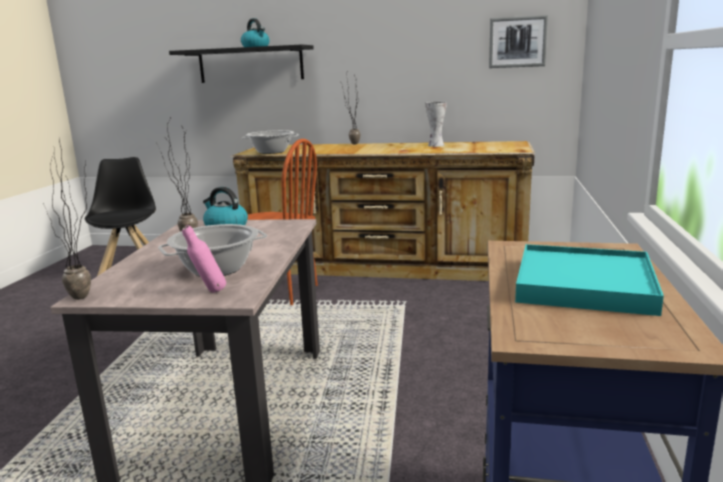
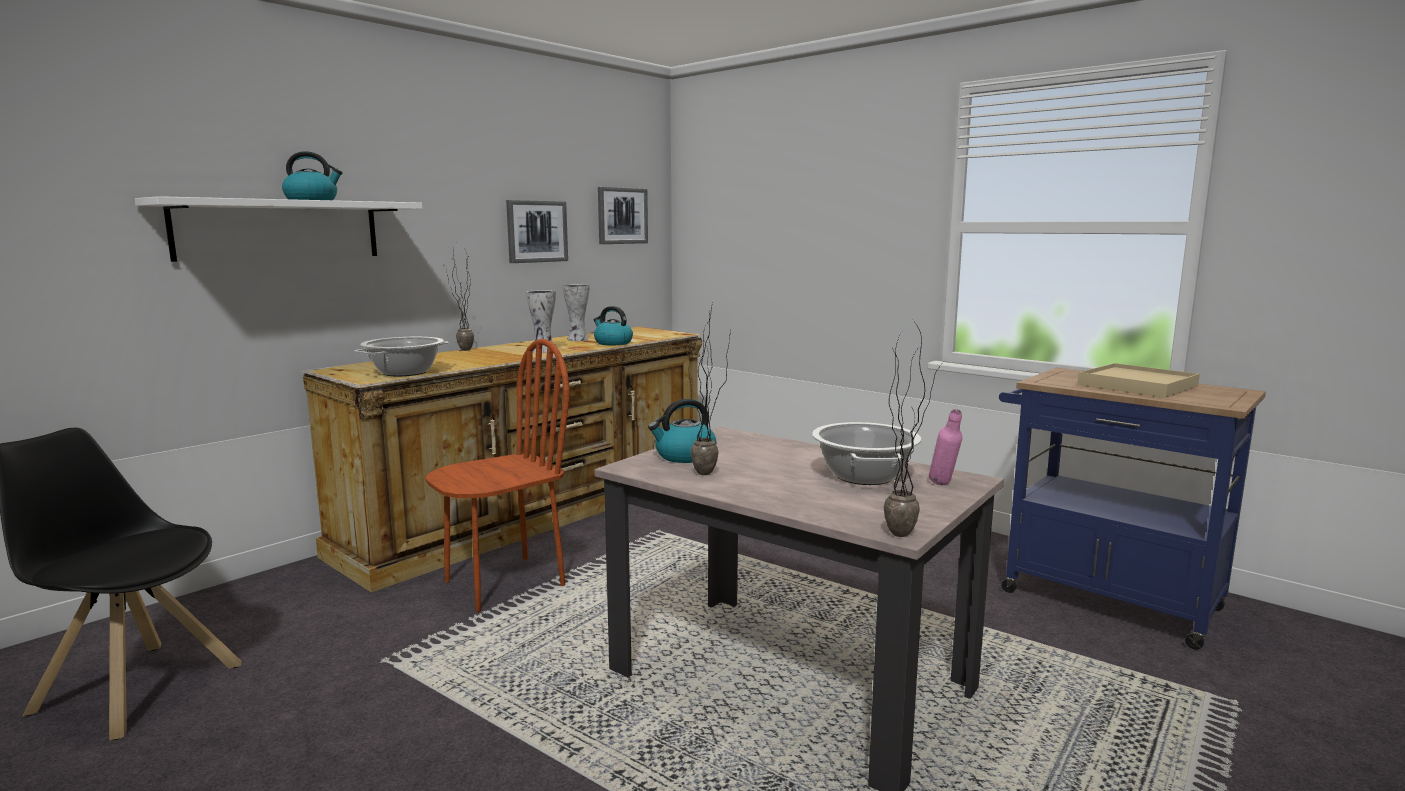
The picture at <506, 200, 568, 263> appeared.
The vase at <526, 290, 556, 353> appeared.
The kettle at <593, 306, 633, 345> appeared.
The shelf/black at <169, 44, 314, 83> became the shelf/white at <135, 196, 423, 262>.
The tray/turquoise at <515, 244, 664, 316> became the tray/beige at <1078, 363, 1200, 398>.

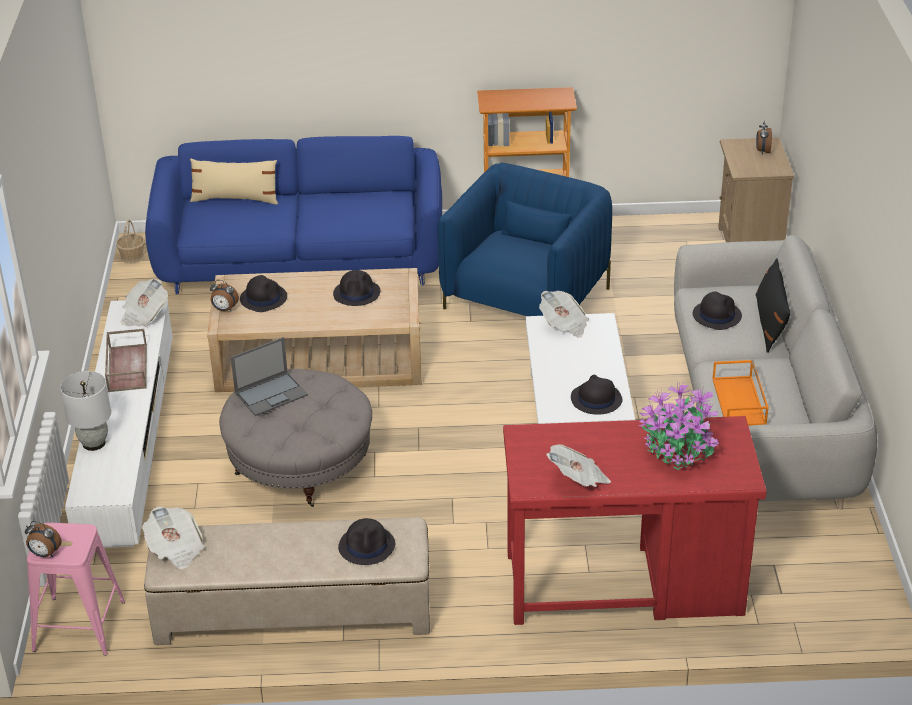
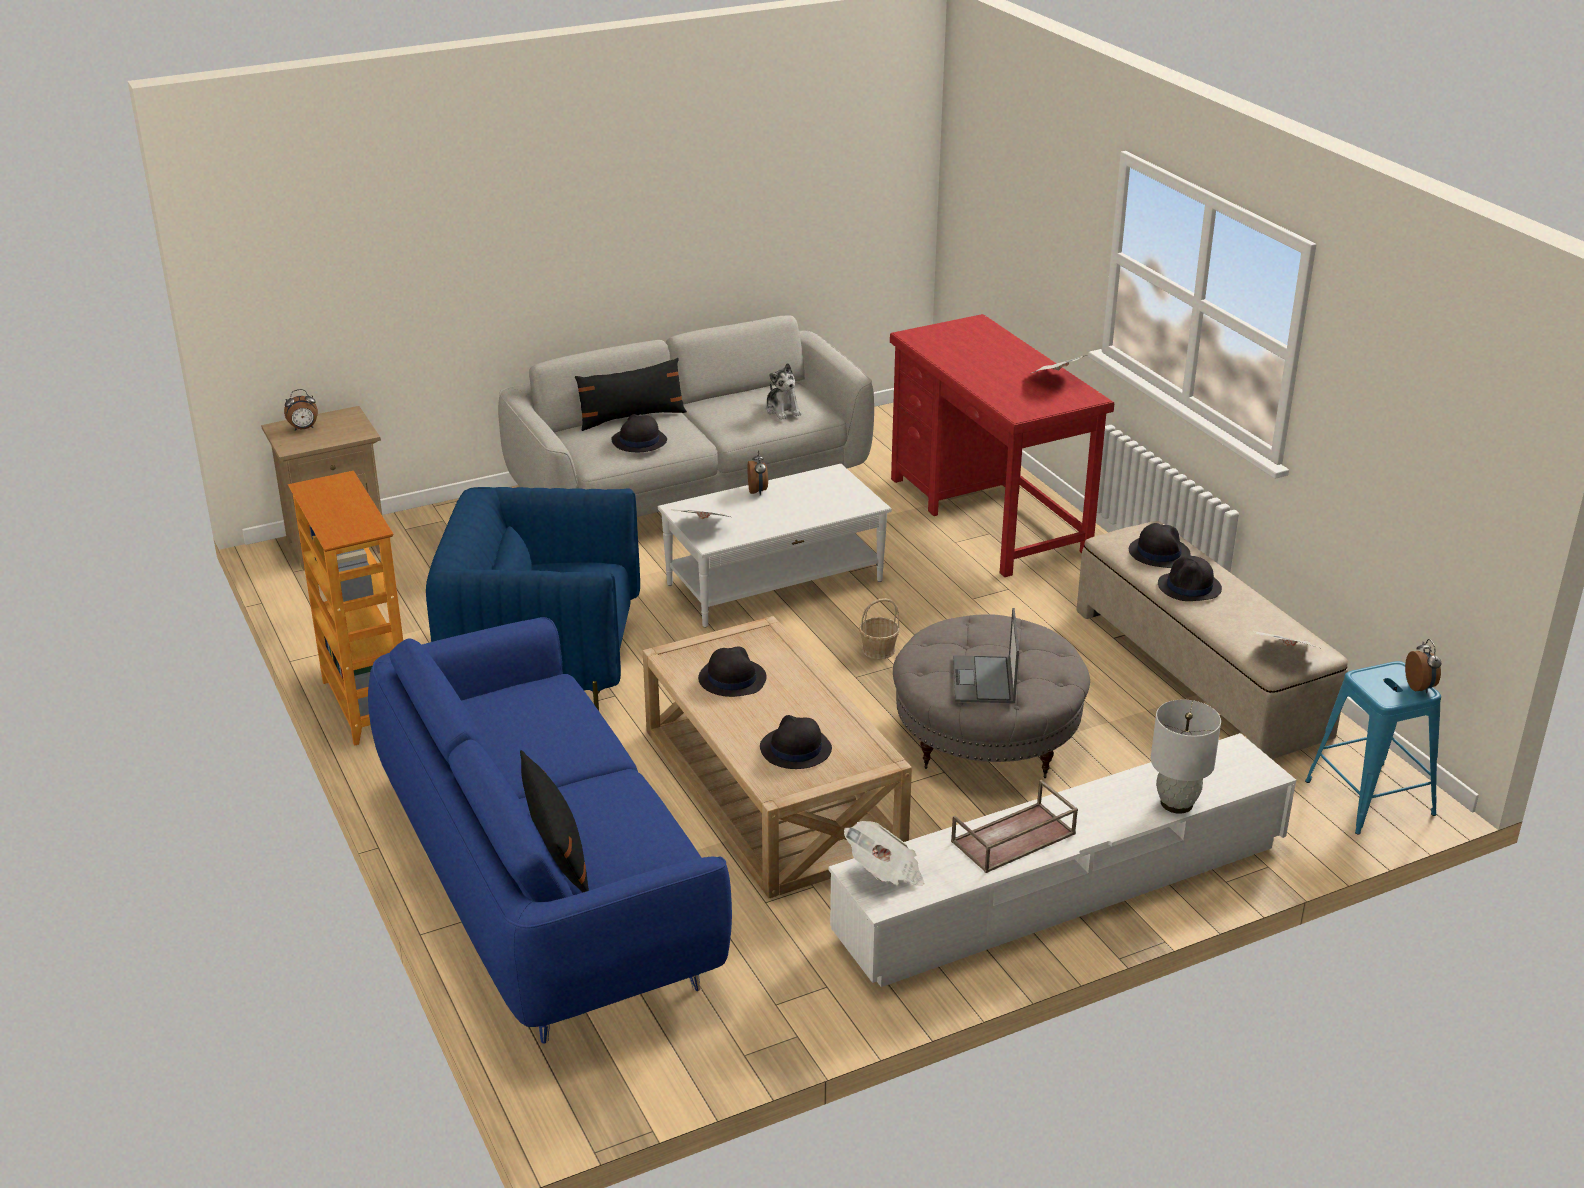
The potted plant at <638, 384, 719, 470> disappeared.
The basket moved from <116, 220, 145, 264> to <859, 598, 900, 659>.
The alarm clock moved from <210, 280, 239, 311> to <747, 450, 768, 496>.
The hat/black moved from <571, 375, 623, 415> to <1158, 556, 1222, 601>.
The tray/orange at <712, 360, 769, 426> was replaced by the plush toy at <765, 363, 802, 420>.
The stool/pink at <27, 523, 125, 656> became the stool/blue at <1305, 661, 1441, 835>.
The pillow/beige at <190, 159, 278, 205> became the pillow/black at <520, 750, 589, 893>.
The laptop at <231, 337, 308, 416> turned 120 degrees counterclockwise.

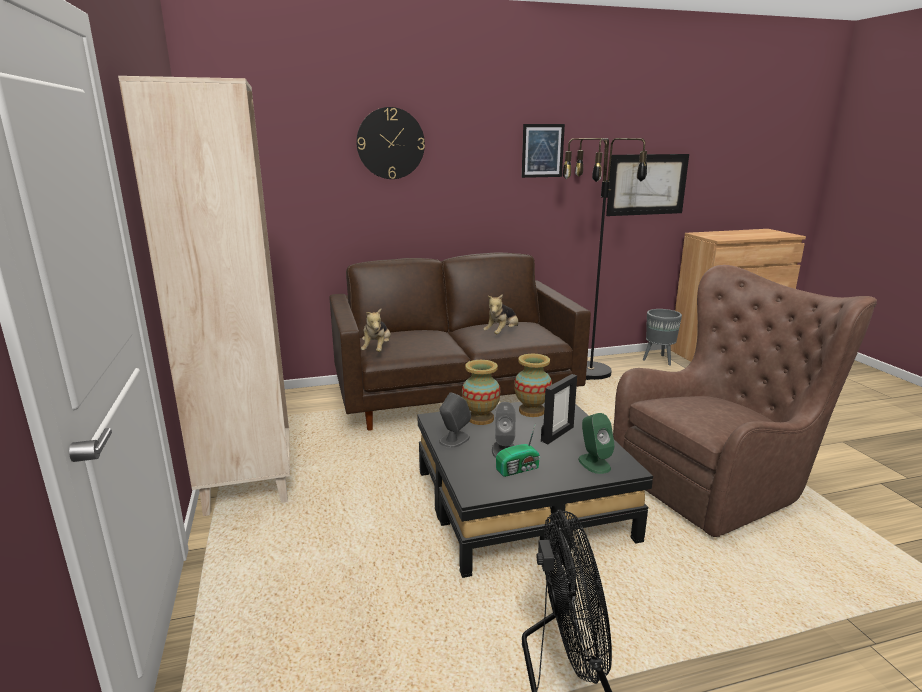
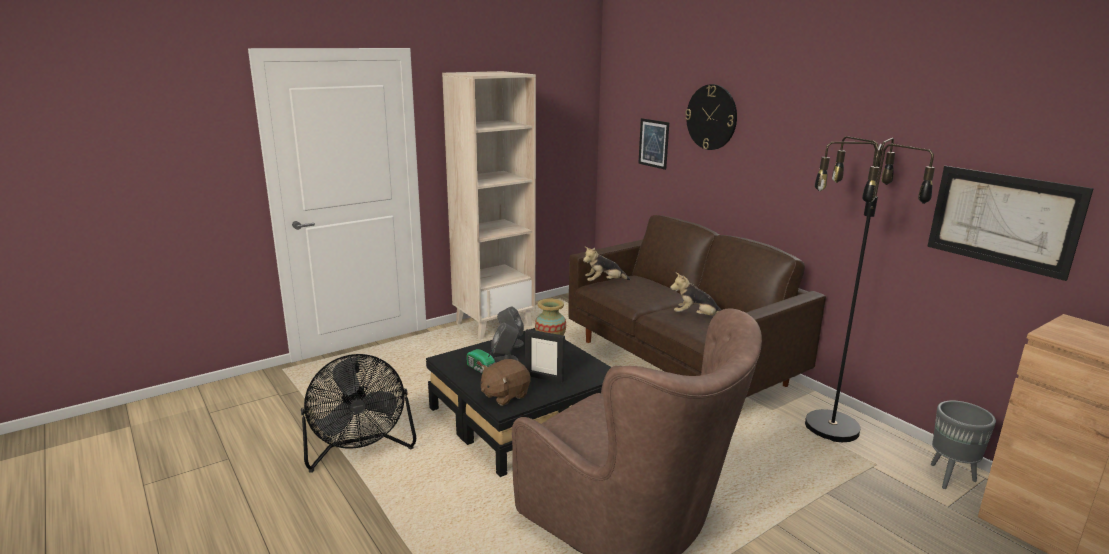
The vase at <514, 354, 552, 417> disappeared.
The picture moved from <522, 124, 565, 178> to <638, 118, 669, 170>.
The speaker/green at <578, 413, 615, 474> was replaced by the plush toy/brown at <481, 359, 531, 406>.

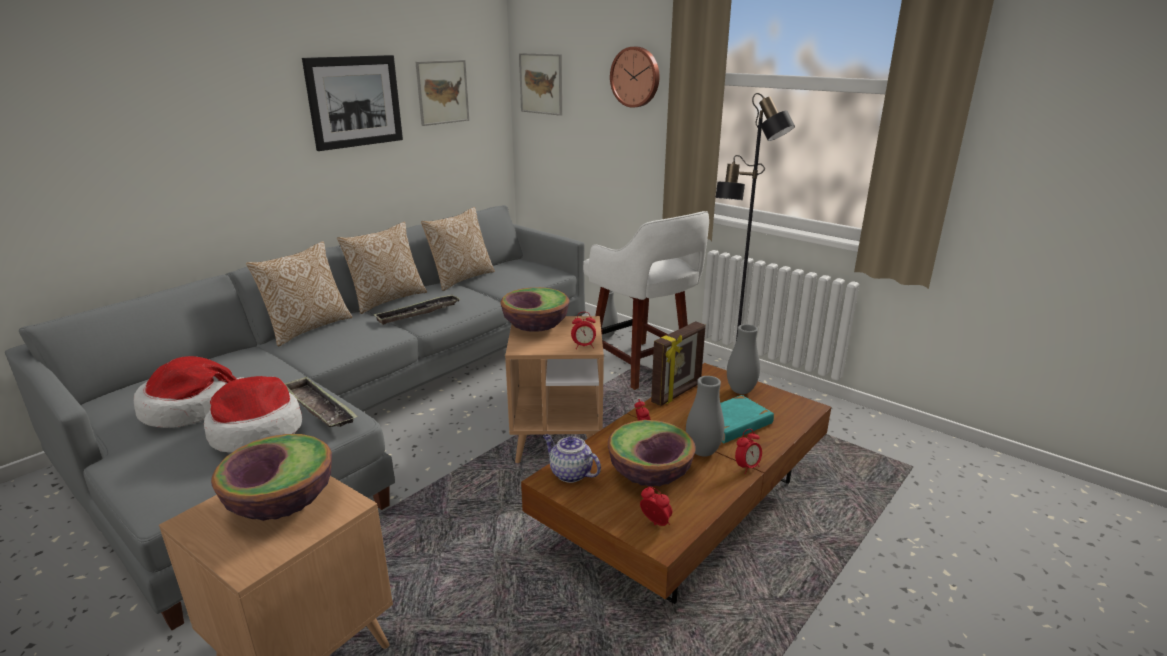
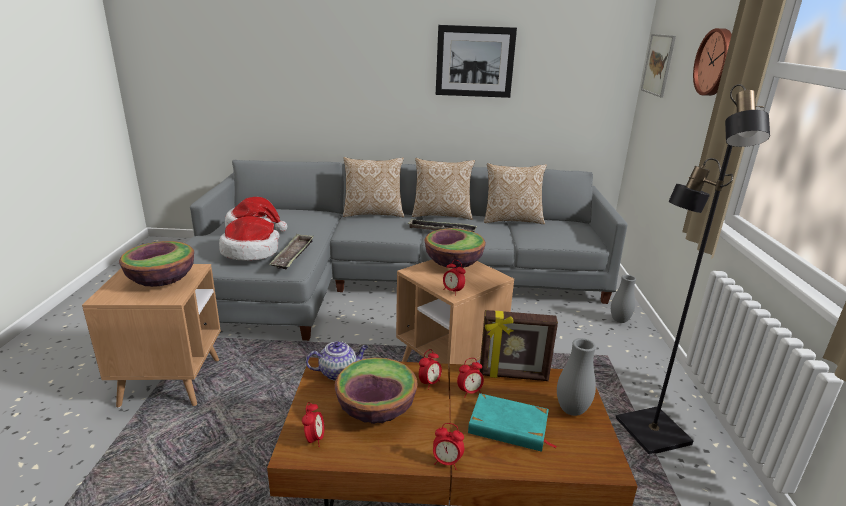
The picture at <415, 60, 469, 126> disappeared.
The stool/white at <583, 211, 709, 390> disappeared.
The vase/grey at <686, 376, 724, 457> disappeared.
The alarm clock at <457, 358, 484, 398> appeared.
The teapot at <543, 434, 601, 483> turned 75 degrees clockwise.

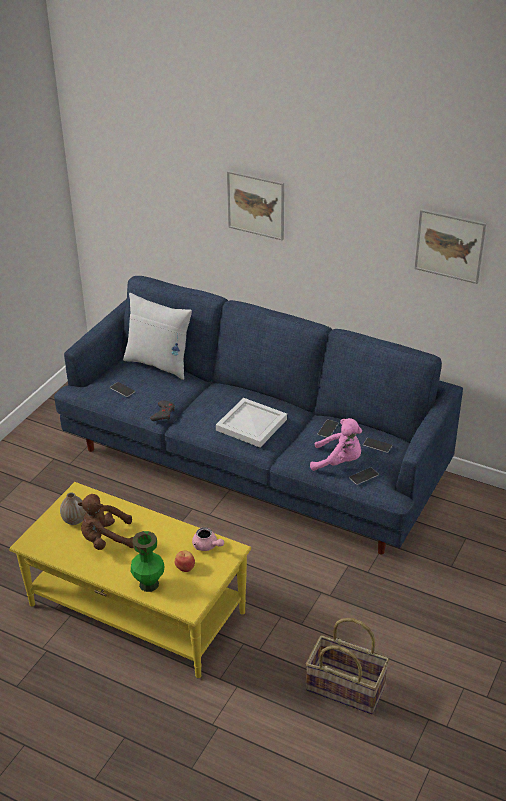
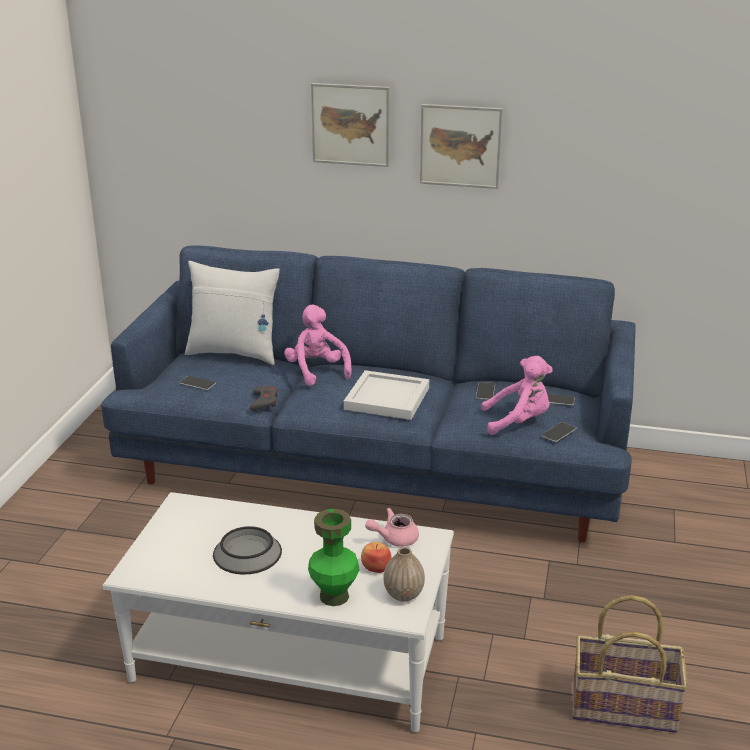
The plush toy/pink at <284, 305, 352, 386> appeared.
The vase moved from <60, 492, 86, 525> to <384, 547, 425, 602>.
The picture moved from <414, 209, 486, 284> to <420, 104, 503, 189>.
The plush toy/brown at <78, 494, 133, 550> was replaced by the bowl at <213, 526, 282, 575>.
The coffee table/yellow at <9, 482, 251, 679> became the coffee table/white at <103, 492, 454, 733>.
The teapot/pink at <192, 527, 224, 551> turned 135 degrees clockwise.

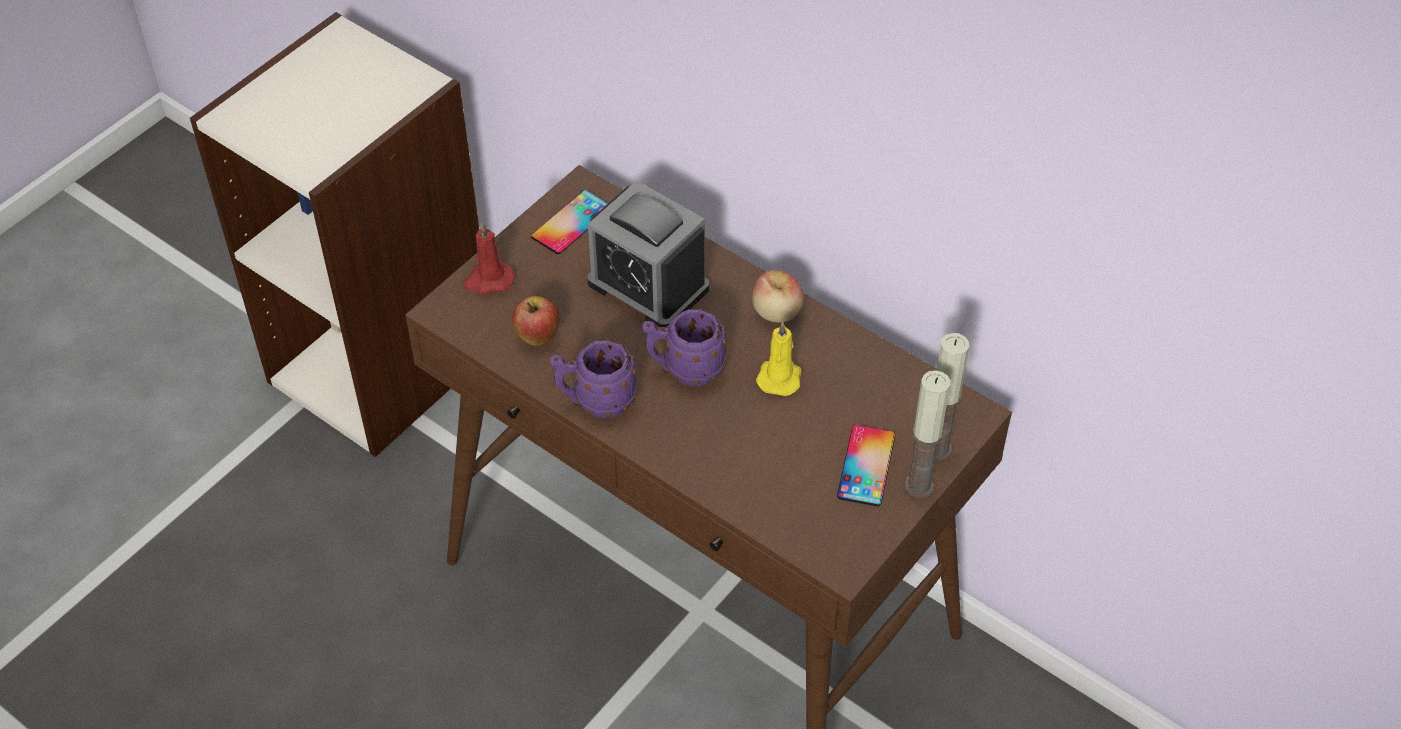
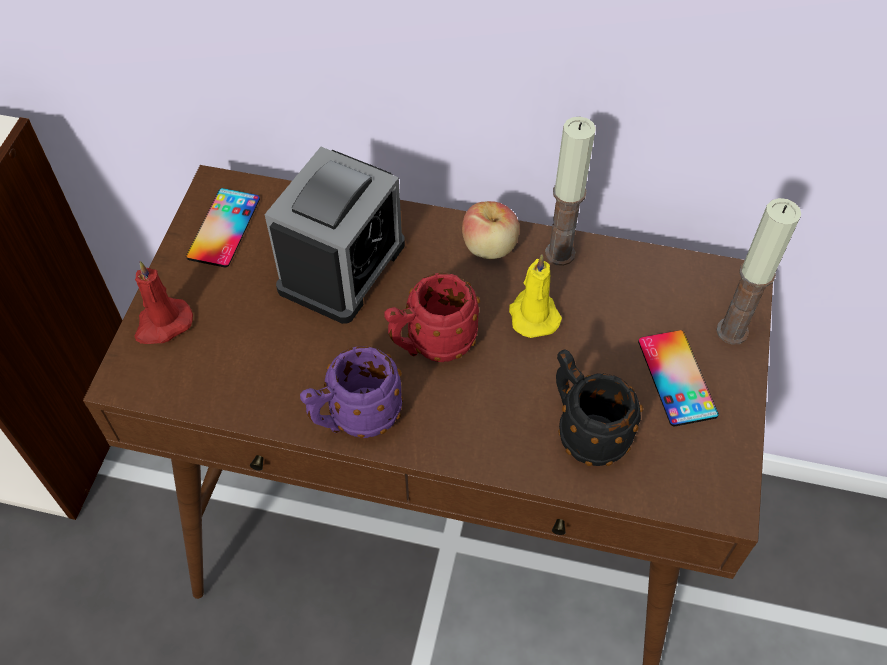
The apple at <512, 295, 560, 346> disappeared.
The mug/black at <556, 349, 643, 466> appeared.
The candle moved from <905, 370, 950, 498> to <545, 117, 596, 266>.
The mug/purple at <642, 309, 727, 387> became the mug/red at <384, 273, 480, 362>.
The alarm clock at <587, 181, 709, 327> turned 75 degrees counterclockwise.

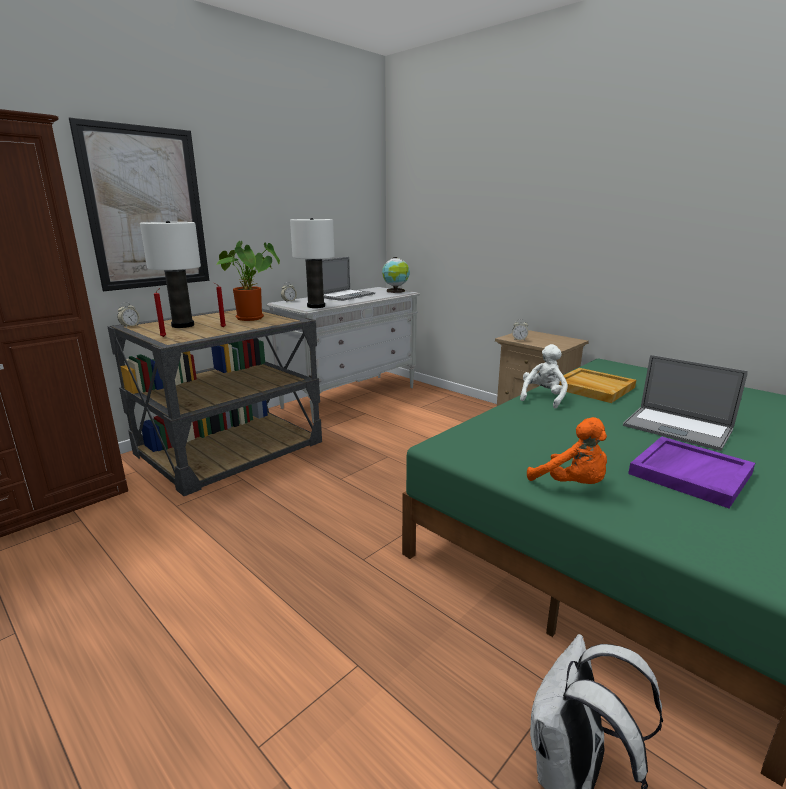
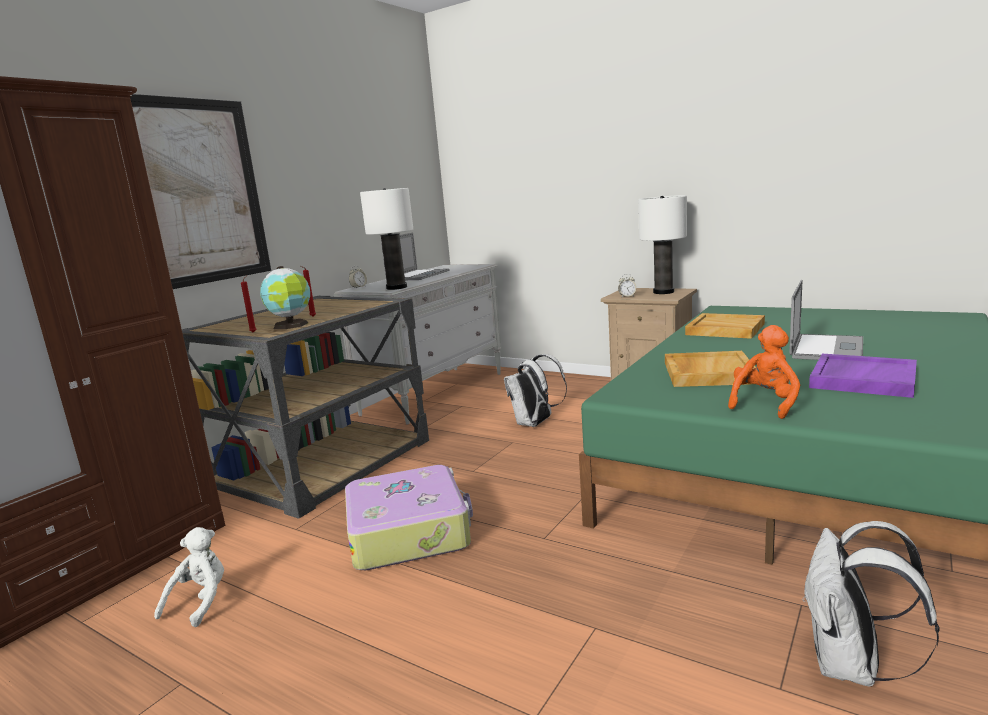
The alarm clock at <117, 302, 140, 328> disappeared.
The potted plant at <216, 241, 280, 321> disappeared.
The suitcase at <345, 465, 473, 570> appeared.
The backpack/white at <504, 354, 567, 427> appeared.
The tray/beige at <665, 351, 756, 387> appeared.
The table lamp/white moved from <140, 221, 201, 328> to <638, 195, 687, 294>.
The globe moved from <382, 257, 410, 293> to <260, 266, 310, 329>.
The plush toy/white moved from <520, 344, 568, 408> to <154, 527, 224, 627>.
The plush toy/orange at <527, 417, 607, 484> turned 90 degrees counterclockwise.
The laptop at <623, 355, 748, 451> turned 90 degrees counterclockwise.

